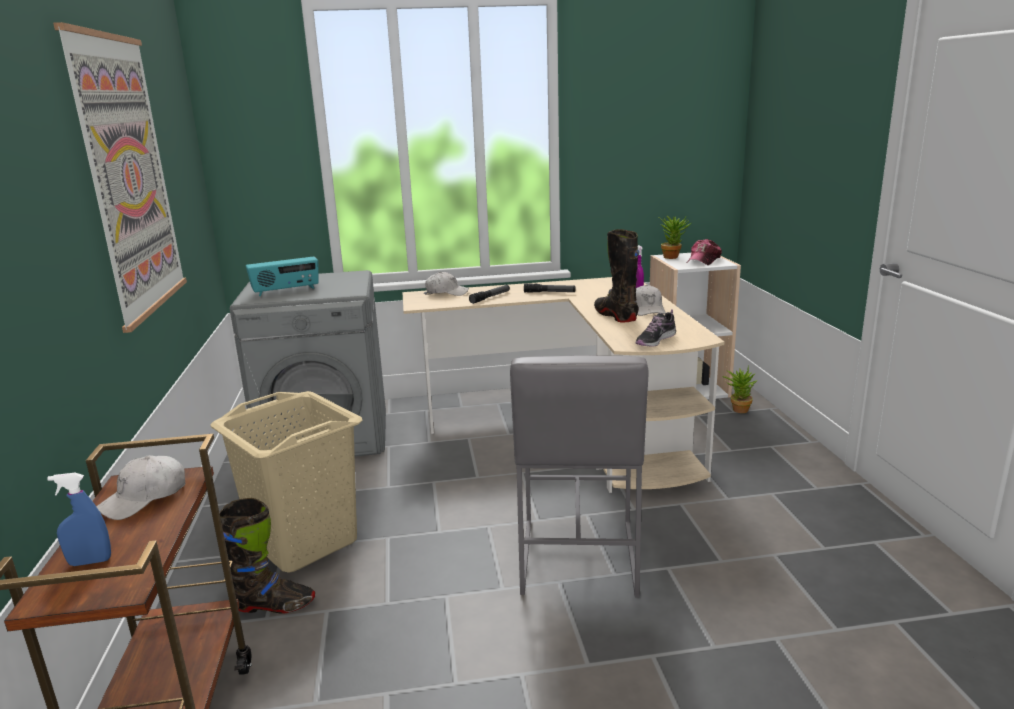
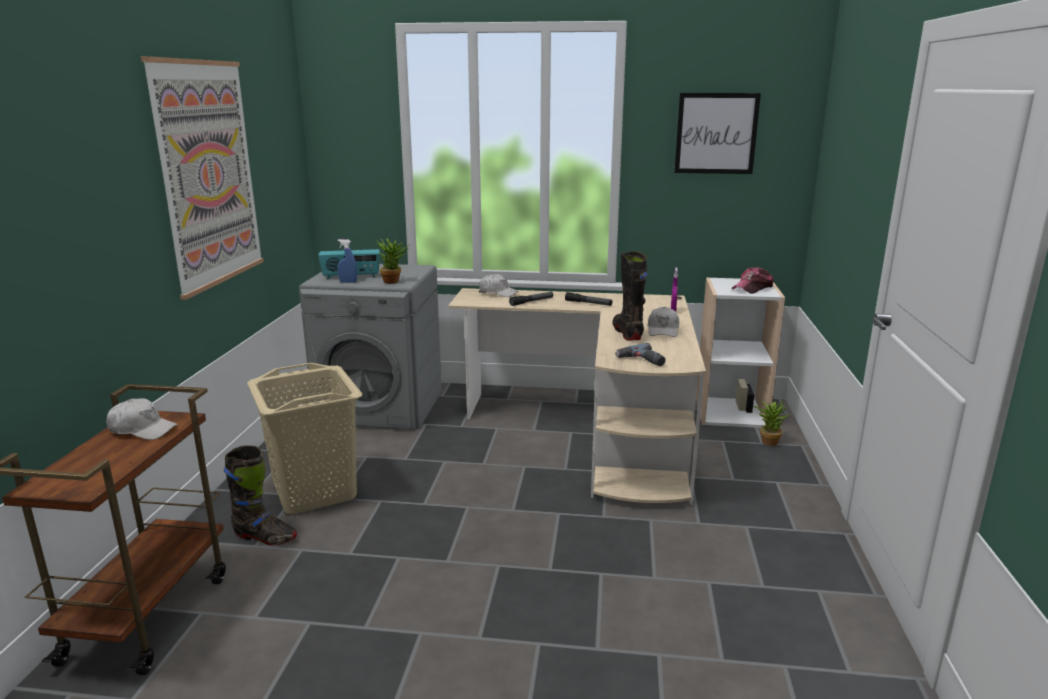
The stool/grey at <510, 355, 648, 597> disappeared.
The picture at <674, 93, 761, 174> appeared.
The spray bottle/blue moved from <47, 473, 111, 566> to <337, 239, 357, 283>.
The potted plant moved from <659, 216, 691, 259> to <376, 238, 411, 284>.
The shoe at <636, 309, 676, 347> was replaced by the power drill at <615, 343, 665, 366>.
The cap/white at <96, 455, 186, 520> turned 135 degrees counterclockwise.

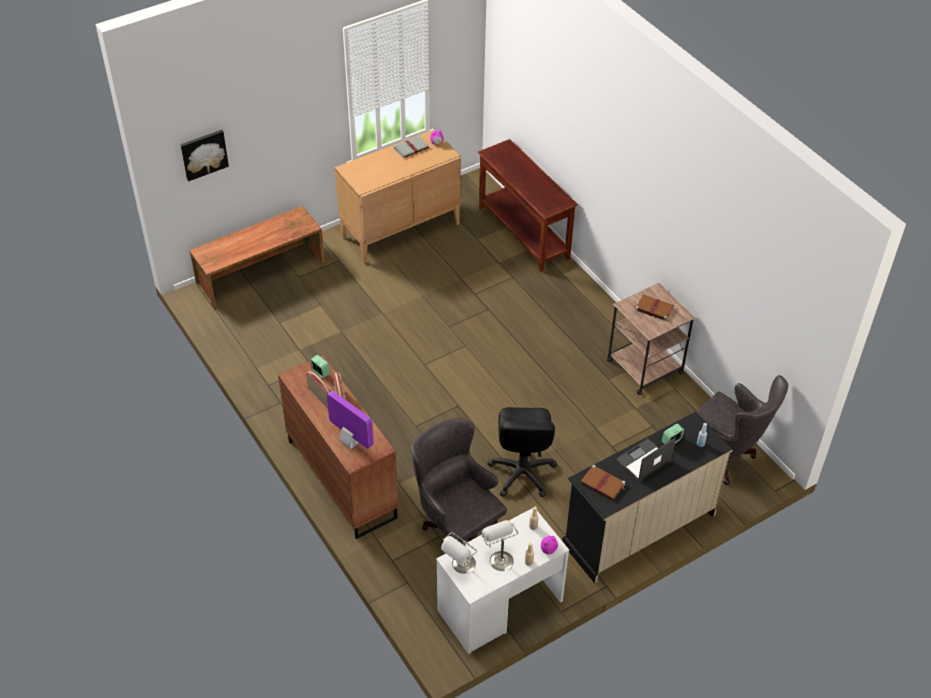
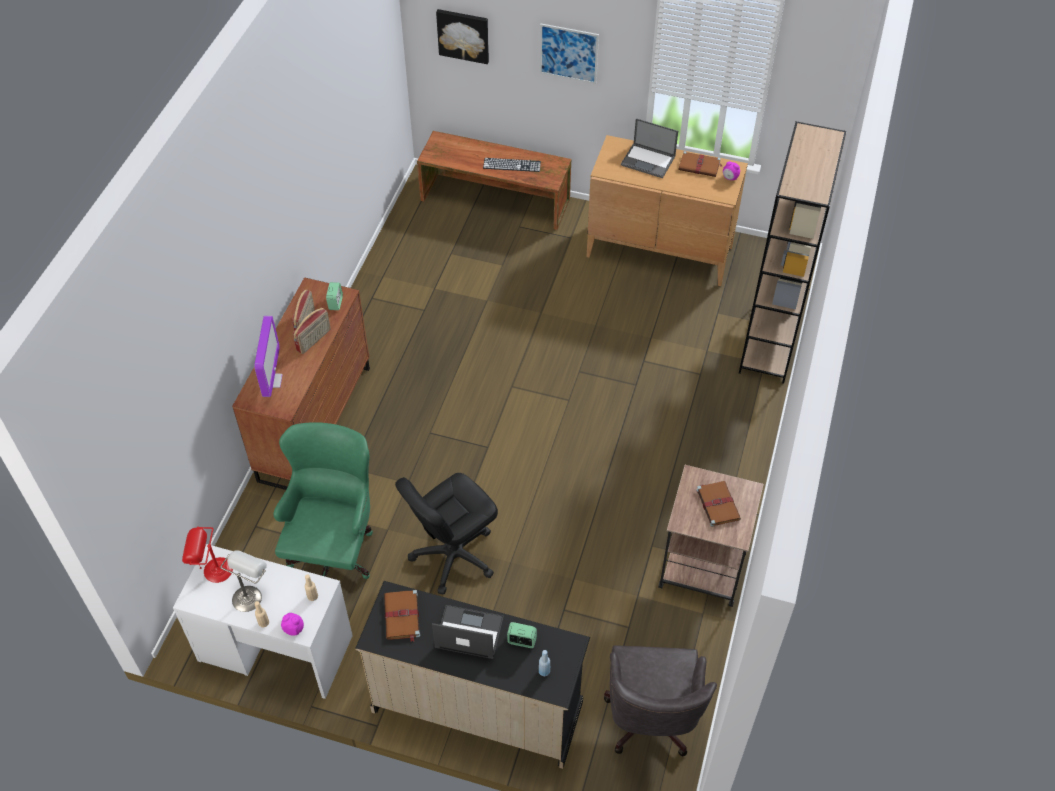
The keyboard at <483, 158, 541, 172> appeared.
The picture at <540, 24, 599, 84> appeared.
The laptop at <621, 118, 678, 178> appeared.
The console table/brown at <478, 139, 578, 272> was replaced by the bookcase/beige at <739, 121, 847, 384>.
The book/grey at <394, 136, 429, 158> became the book/brown at <679, 151, 722, 177>.
The office chair/grey at <411, 417, 507, 554> became the office chair/green at <273, 422, 373, 579>.
The table lamp/white at <441, 532, 477, 574> became the table lamp/red at <182, 527, 233, 583>.

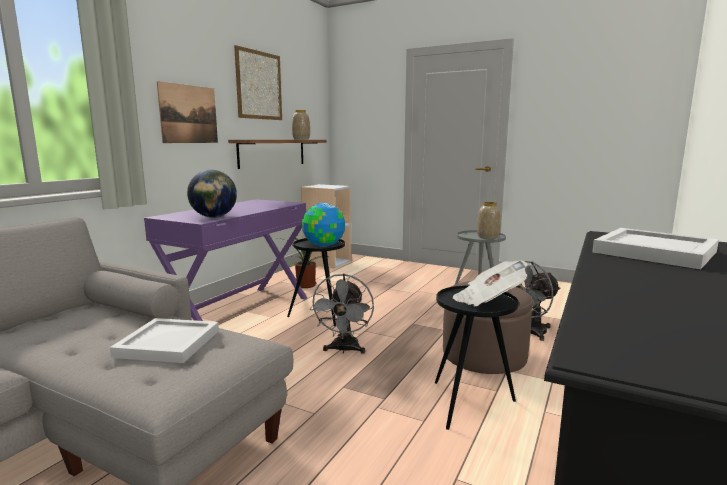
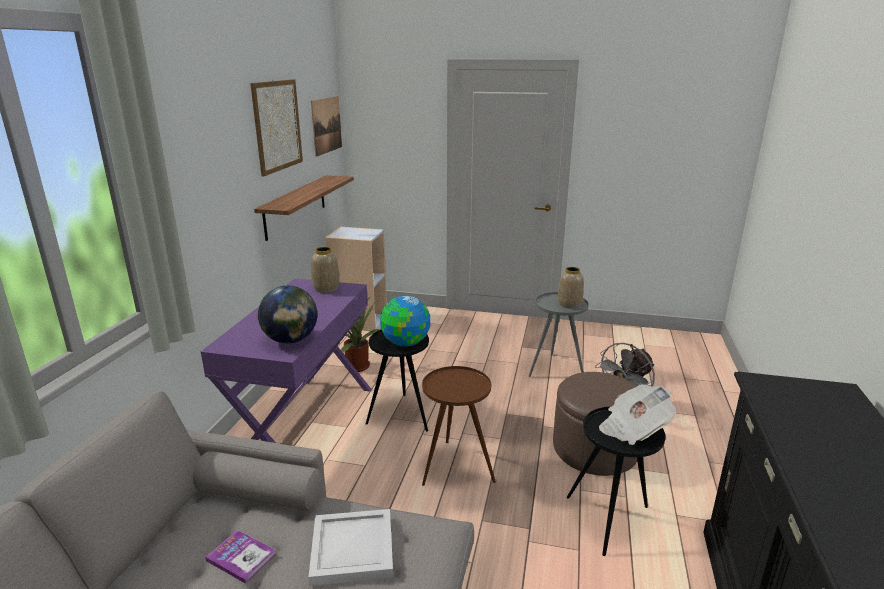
The tray/white at <592, 228, 719, 269> disappeared.
The book at <205, 530, 276, 584> appeared.
The picture moved from <157, 81, 218, 143> to <311, 96, 342, 157>.
The vase moved from <292, 110, 310, 140> to <311, 247, 340, 293>.
The fan/grey at <310, 274, 374, 354> was replaced by the side table/brown at <422, 366, 496, 486>.

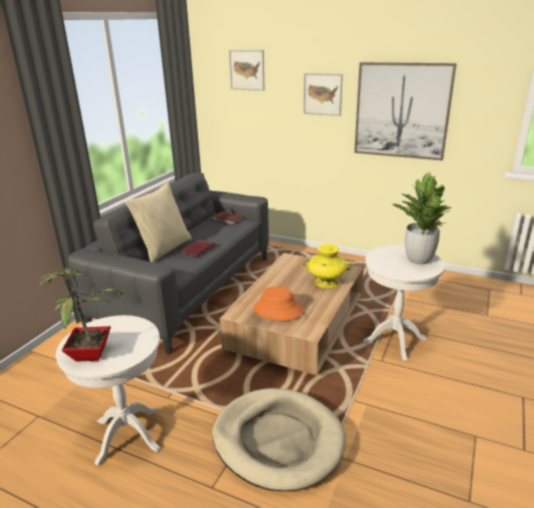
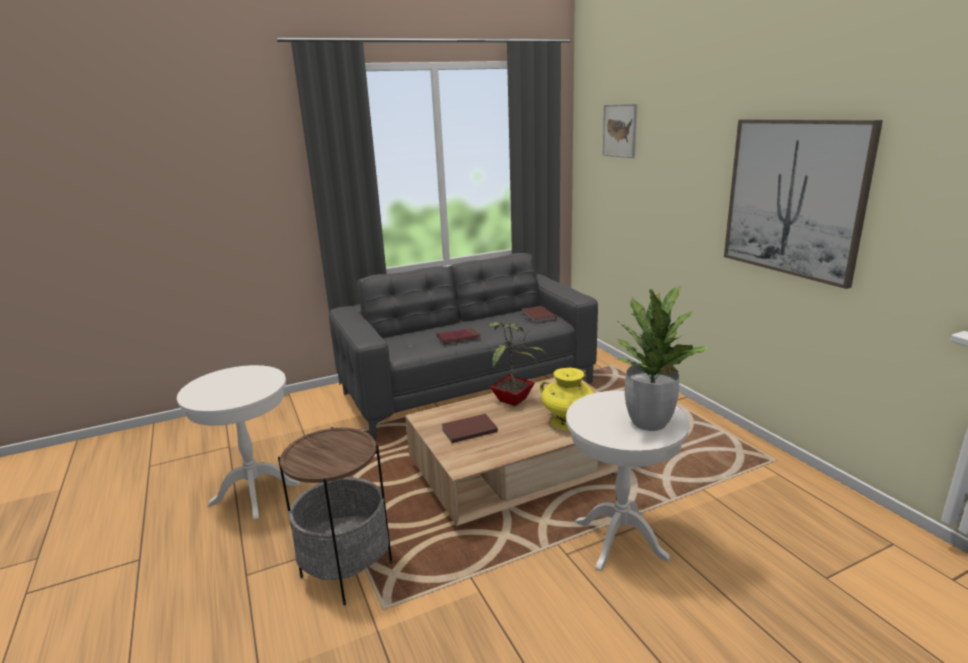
The pillow/beige at <125, 182, 192, 263> disappeared.
The picture at <304, 73, 343, 116> disappeared.
The potted plant moved from <38, 266, 124, 362> to <484, 320, 549, 406>.
The dog bed/beige at <212, 388, 346, 491> was replaced by the side table at <278, 427, 393, 606>.
The hat/orange at <253, 286, 303, 321> was replaced by the book/brown at <442, 414, 498, 443>.

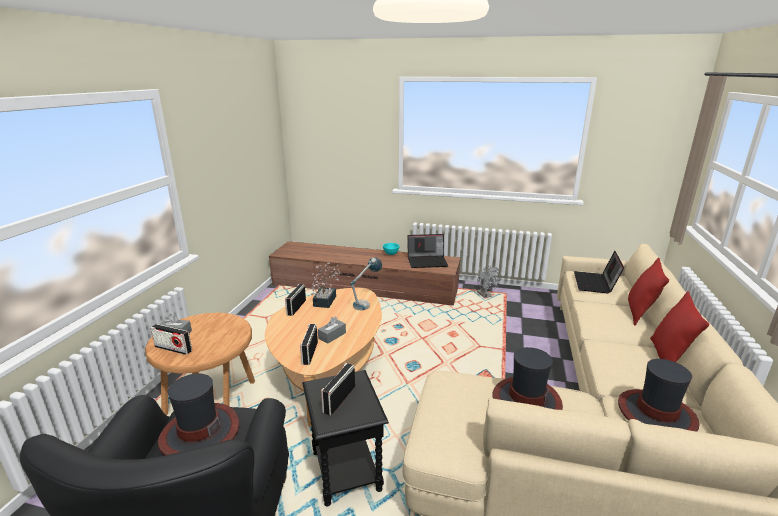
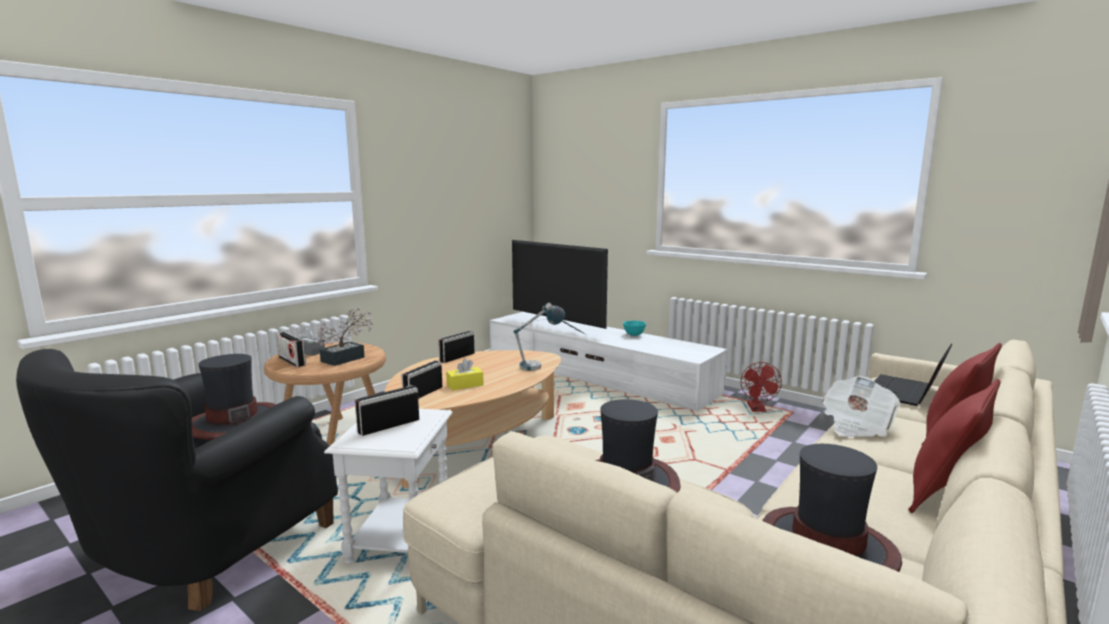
The laptop at <407, 234, 448, 268> disappeared.
The television at <512, 240, 608, 334> appeared.
The newspaper at <822, 376, 900, 437> appeared.
The potted plant moved from <311, 263, 340, 308> to <314, 307, 373, 366>.
The tv stand/brown at <269, 241, 461, 306> became the tv stand/white at <489, 312, 728, 411>.
The side table/black at <302, 370, 389, 506> became the side table/white at <324, 409, 453, 563>.
The tissue box/grey at <318, 317, 346, 344> became the tissue box/yellow at <446, 358, 484, 390>.
The fan/grey at <477, 266, 501, 298> became the fan/red at <741, 362, 782, 412>.

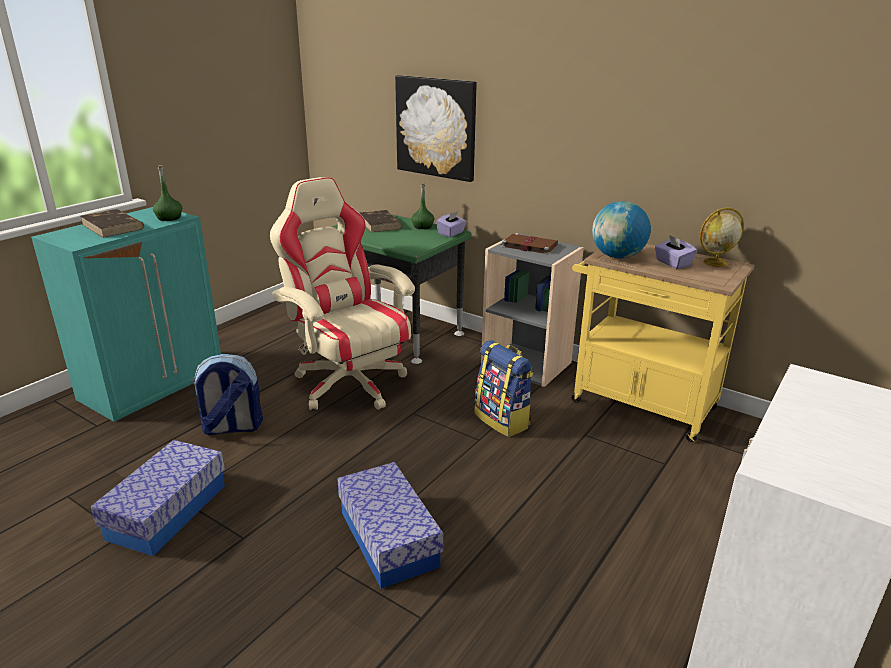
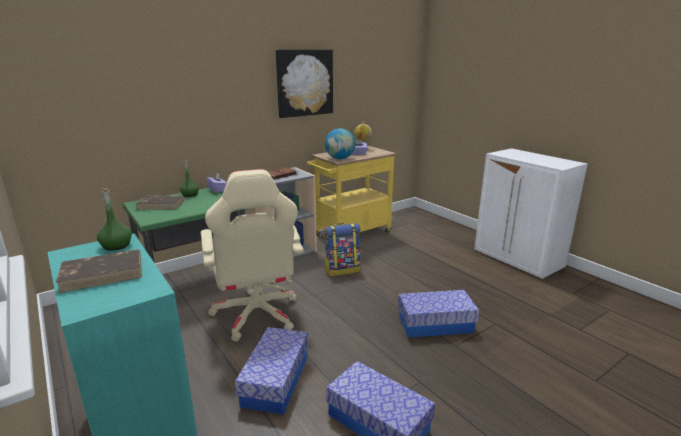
The picture moved from <395, 75, 477, 182> to <276, 50, 333, 118>.
The backpack at <191, 354, 263, 435> was replaced by the storage box at <235, 327, 309, 415>.
The office chair/beige at <270, 177, 415, 410> turned 90 degrees counterclockwise.

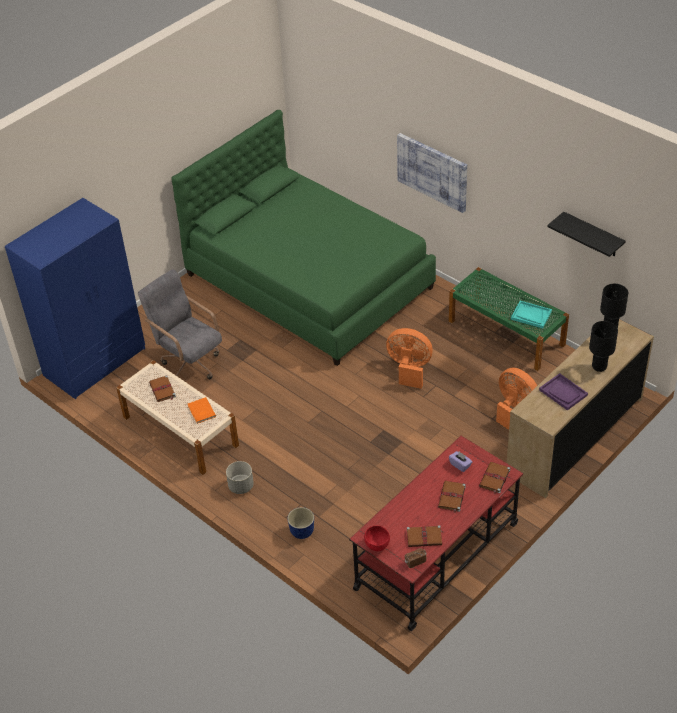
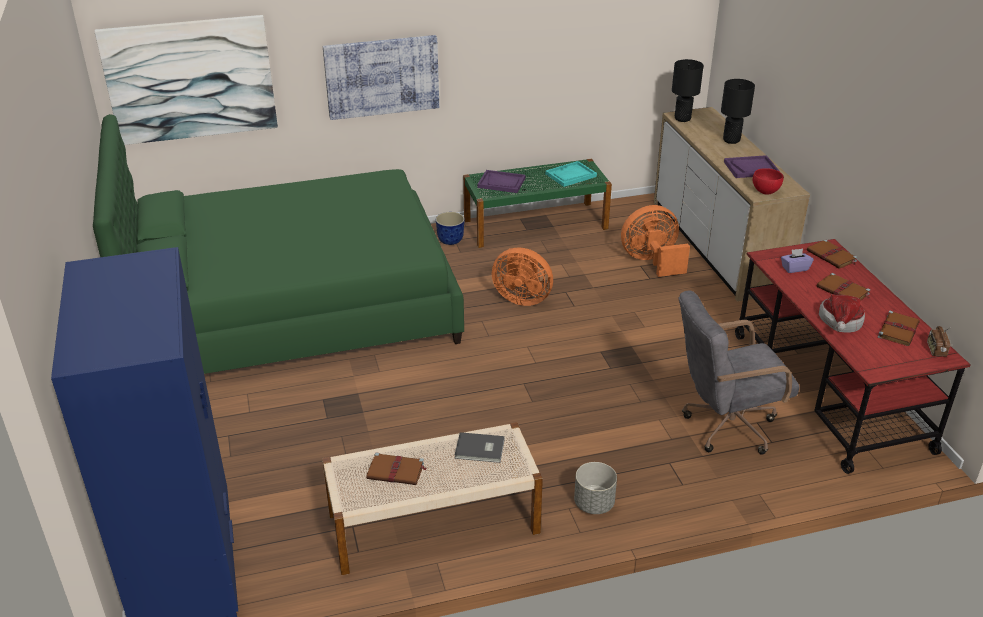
The shelf/black at <547, 212, 626, 257> disappeared.
The picture at <94, 15, 278, 145> appeared.
The tray/purple at <477, 170, 525, 193> appeared.
The hat at <819, 294, 865, 332> appeared.
The office chair/grey moved from <138, 269, 222, 379> to <679, 291, 799, 455>.
The planter moved from <287, 507, 314, 539> to <436, 212, 465, 245>.
The bowl/red moved from <364, 526, 390, 551> to <753, 168, 784, 194>.
The book/orange at <188, 397, 216, 424> became the book/grey at <455, 432, 505, 463>.
The fan/orange at <386, 328, 433, 389> turned 120 degrees counterclockwise.

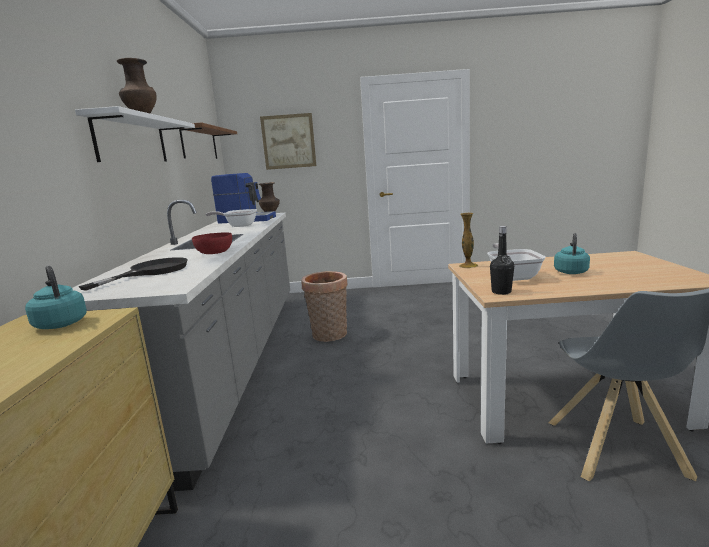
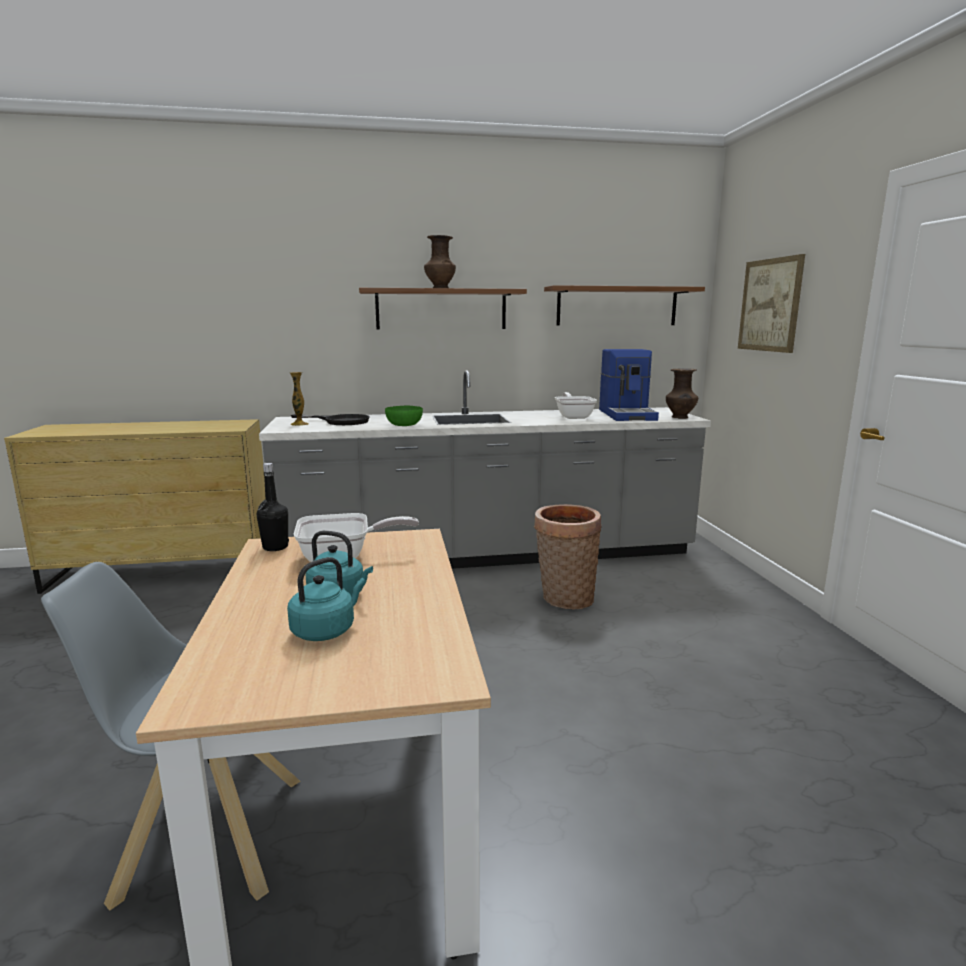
The kettle/turquoise moved from <25, 266, 87, 329> to <287, 557, 365, 641>.
The vase moved from <459, 213, 478, 268> to <290, 372, 308, 426>.
The shelf/white at <75, 106, 195, 162> became the shelf/brown at <359, 288, 527, 329>.
The bowl/red at <192, 232, 232, 254> became the bowl/green at <385, 406, 423, 426>.

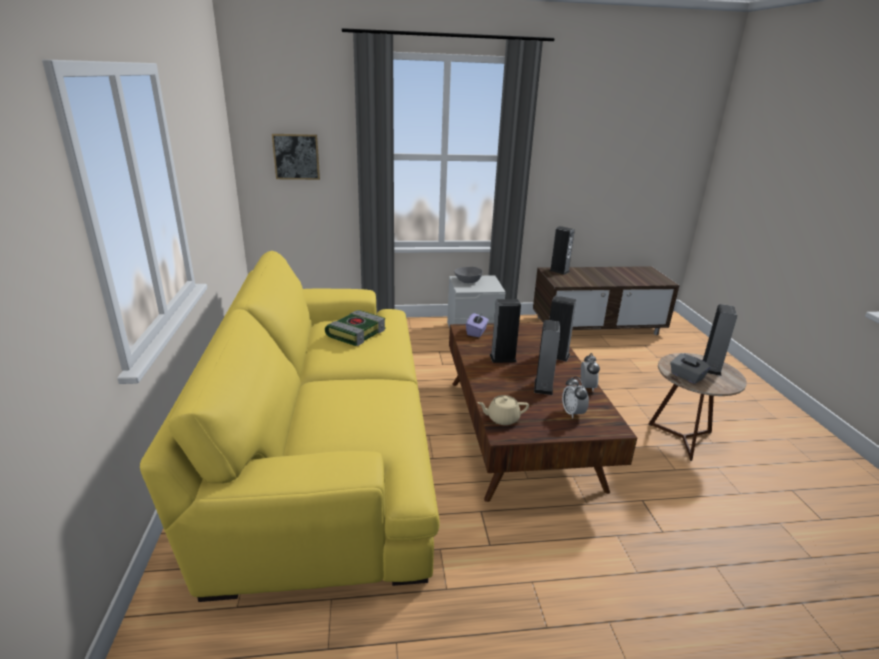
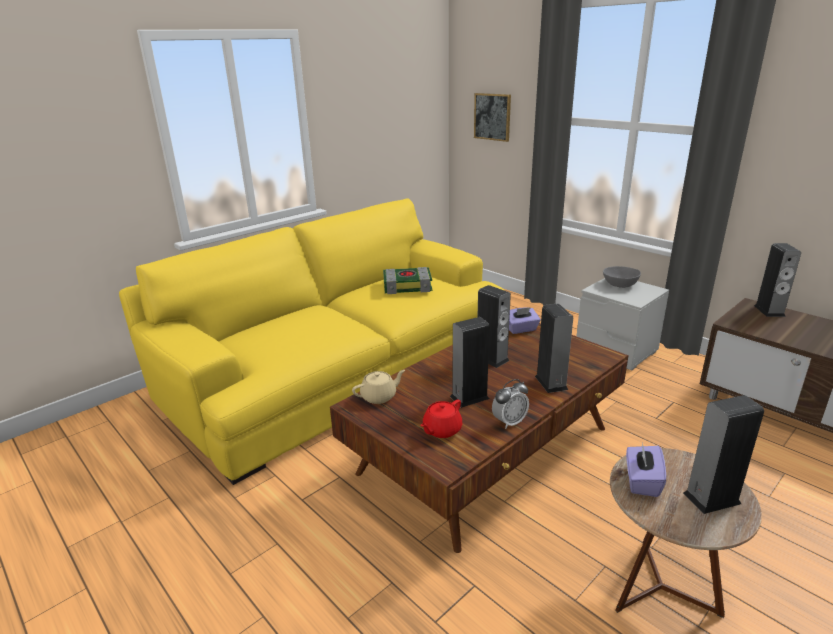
The alarm clock at <562, 376, 589, 419> was replaced by the teapot/red at <420, 400, 462, 438>.
The tissue box/grey at <670, 353, 711, 384> became the tissue box/purple at <626, 442, 666, 497>.
The teapot/beige at <477, 395, 529, 425> turned 105 degrees clockwise.

